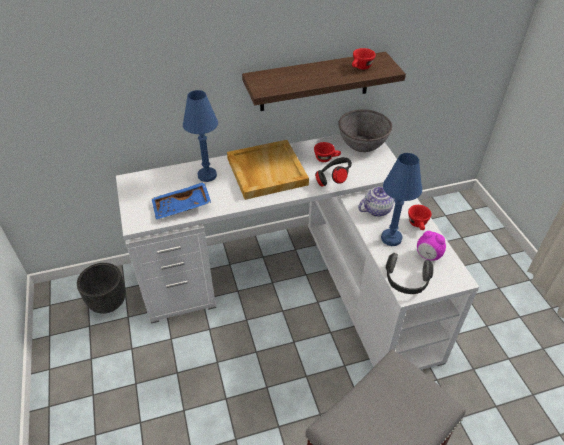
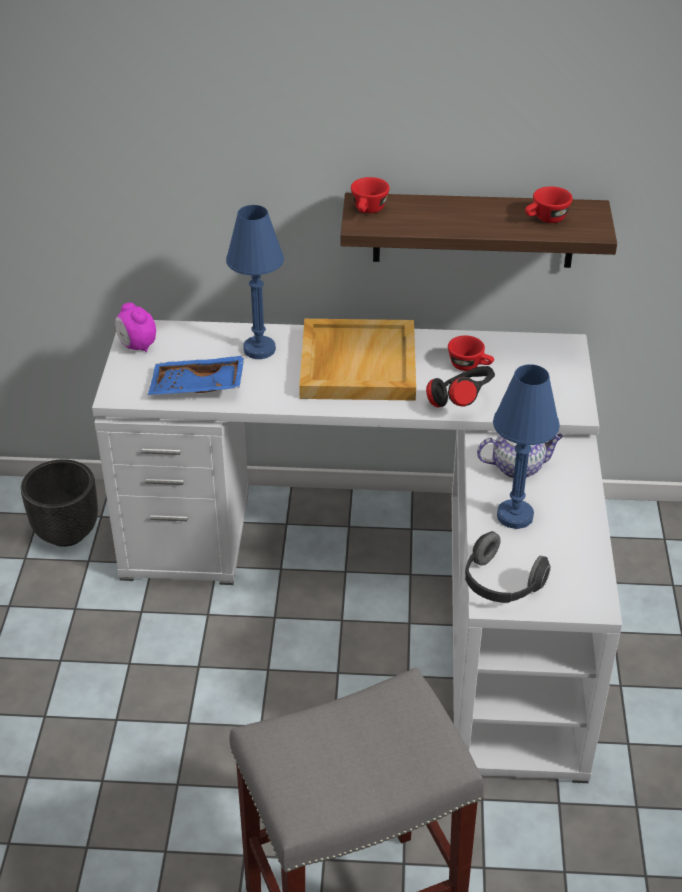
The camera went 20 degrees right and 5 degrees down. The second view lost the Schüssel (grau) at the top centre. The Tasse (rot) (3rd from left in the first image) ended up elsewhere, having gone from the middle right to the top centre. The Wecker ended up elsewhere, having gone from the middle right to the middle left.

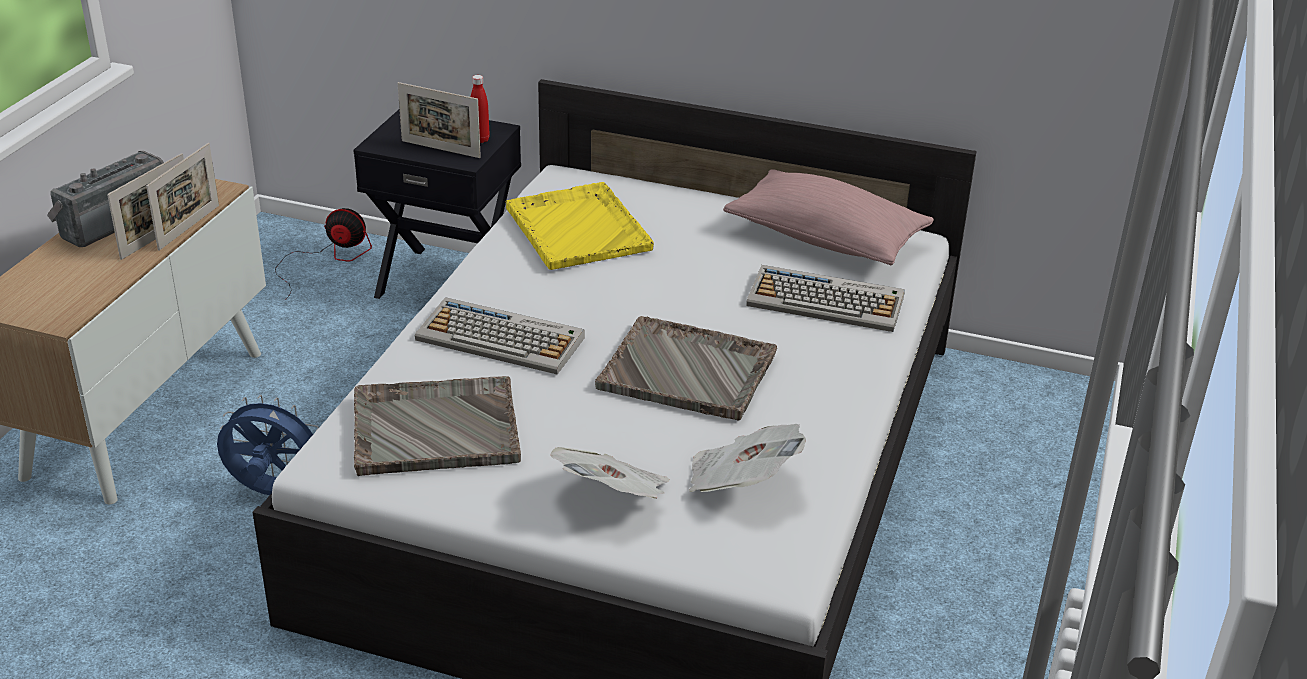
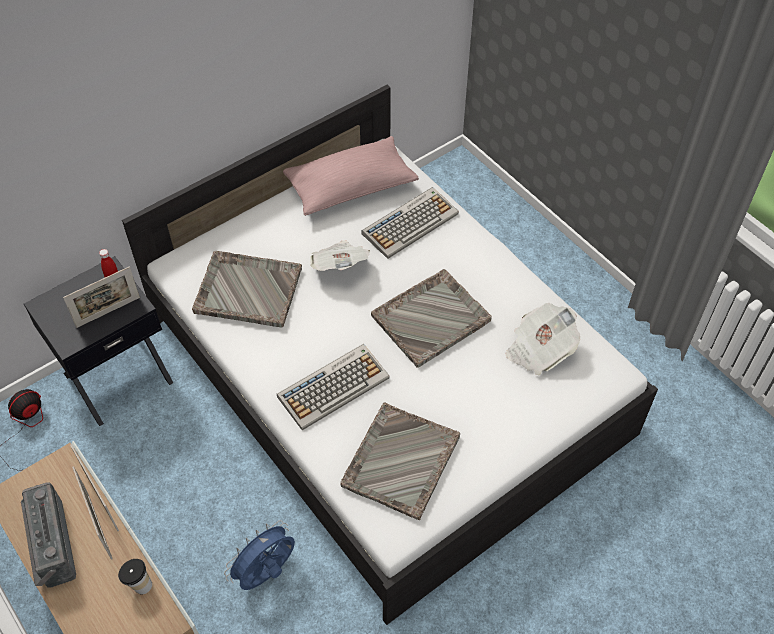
The camera went 55 degrees left and 20 degrees up. What was the Tablett (gelb) at the top centre turned into the Tablett (grau) (1st from left) at the middle left. The Zeitung (1st from left) ended up elsewhere, having gone from the bottom centre to the centre. The second view gained the Tasse at the bottom left.

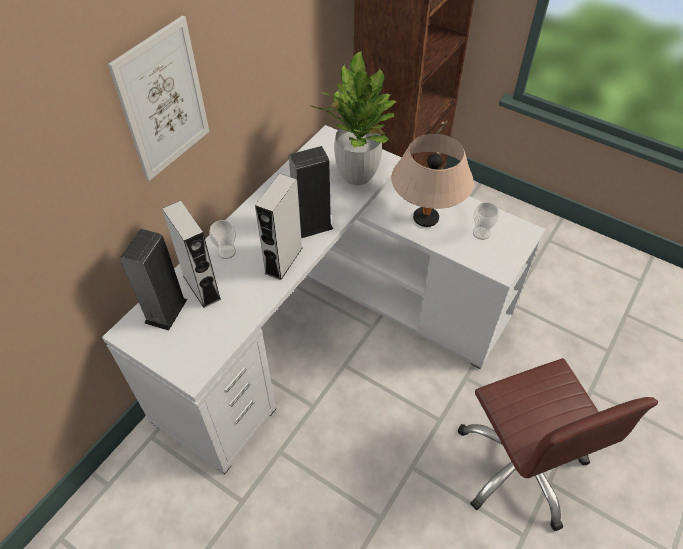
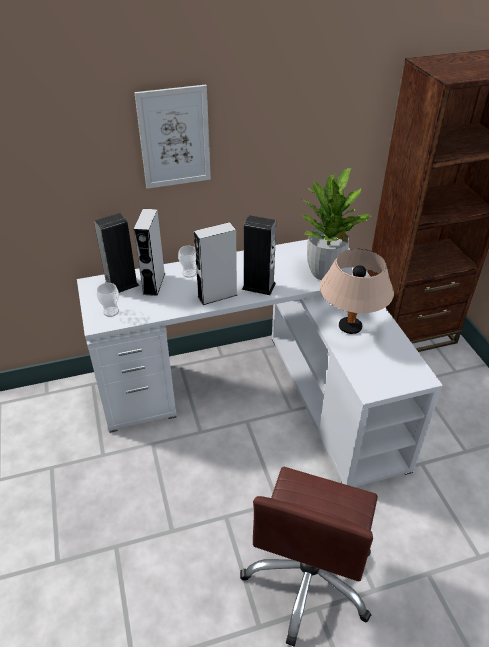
The camera went 40 degrees right and 10 degrees down. The Tasse (2nd from left in the first image) ended up elsewhere, having gone from the middle right to the middle left.

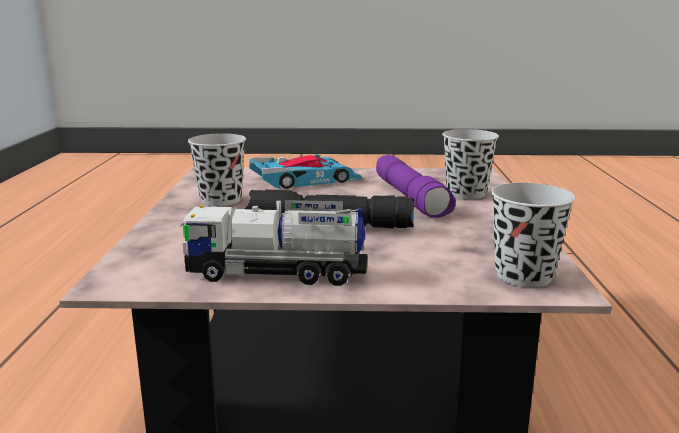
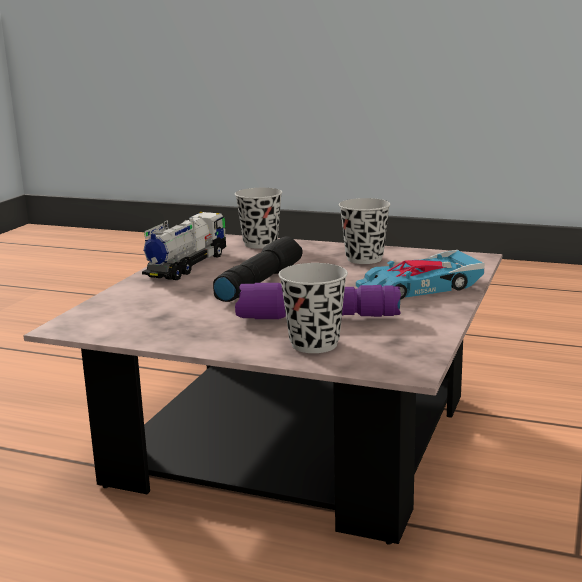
The camera went 110 degrees right and 0 degrees up. The Spielzeugauto at the centre ended up facing another way, 75 degrees clockwise from before. The Tasse (schwarz) (3rd from left in the first image) ended up elsewhere, having gone from the middle right to the centre.

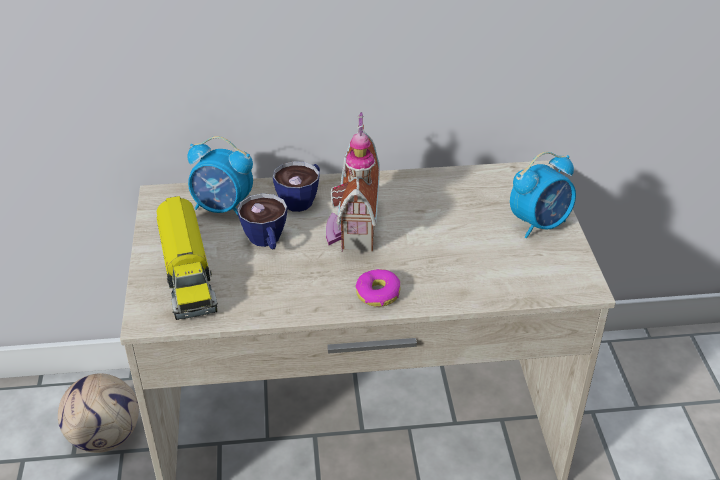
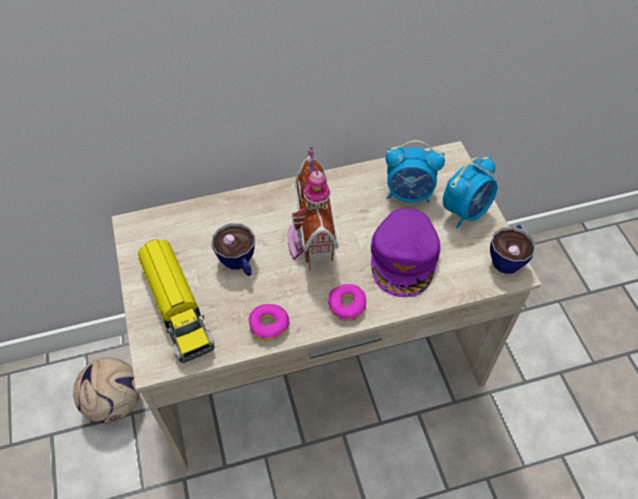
The camera went 10 degrees left and 15 degrees up. The Wecker (1st from left) ended up elsewhere, having gone from the middle left to the centre. The Tasse (2nd from left) ended up elsewhere, having gone from the centre to the middle right. The second view gained the Kappe (lila) at the centre. The second view gained the Donut (1st from left) at the centre.

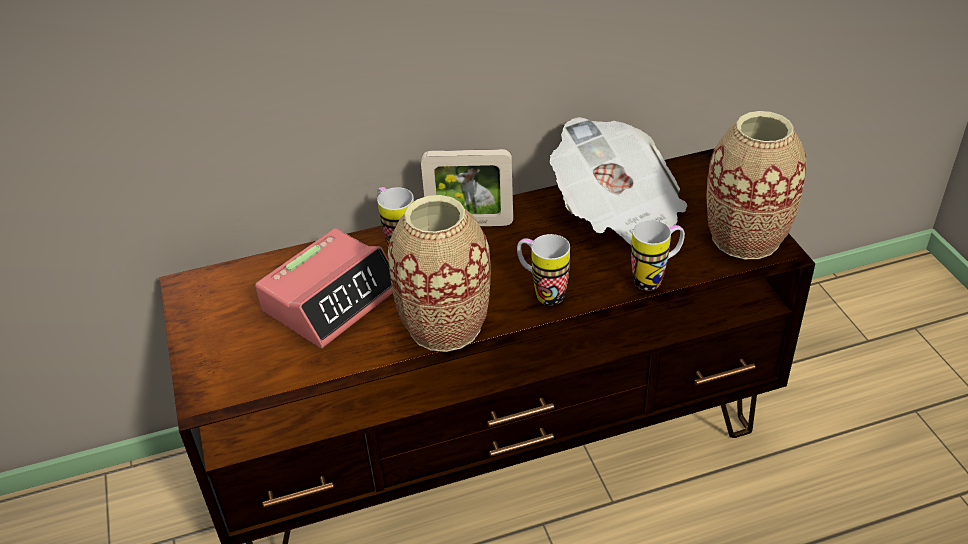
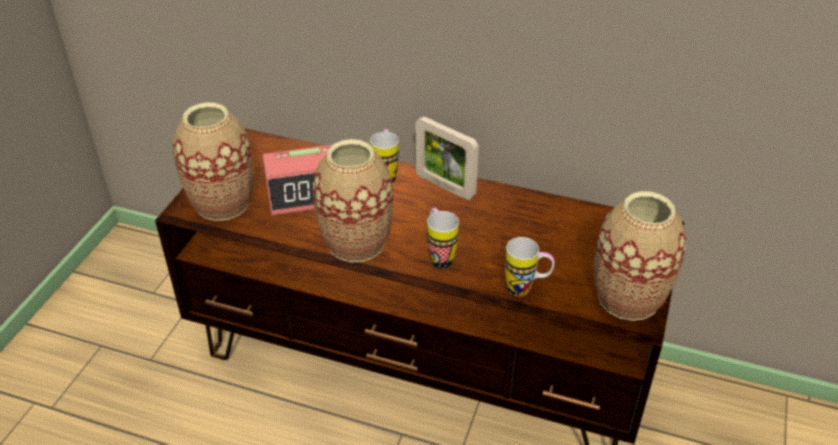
The camera went 35 degrees right and 0 degrees up. The second view lost the Zeitung at the top centre. The second view gained the Vase (1st from left) at the middle left.

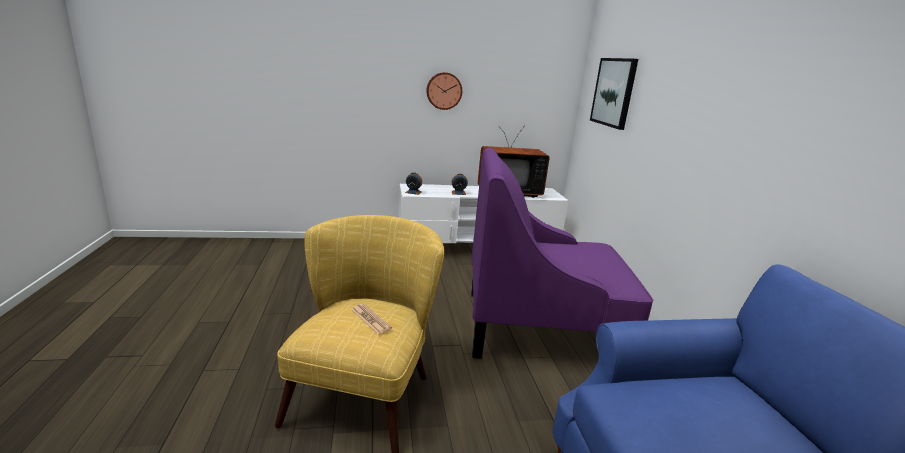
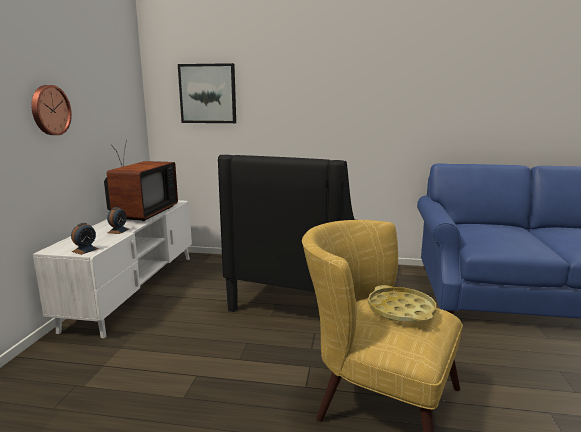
The camera went 70 degrees left and 5 degrees down. What was the Sessel (lila) at the centre turned into the Sessel (schwarz) at the centre. Where the Zeitung stood at the bottom centre, the Tablett (gelb) came to stand at the bottom right.

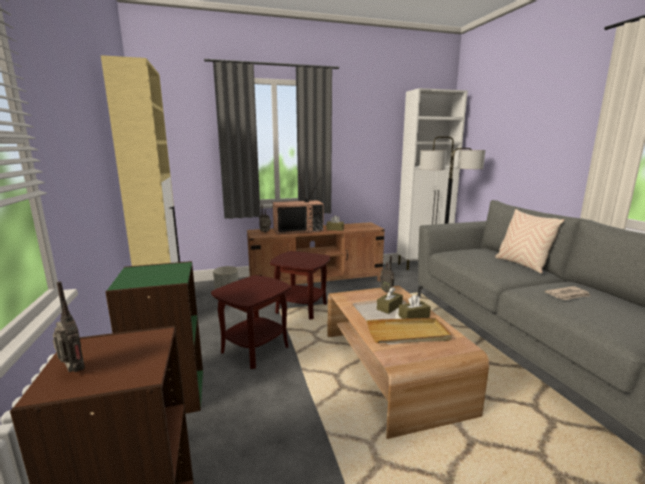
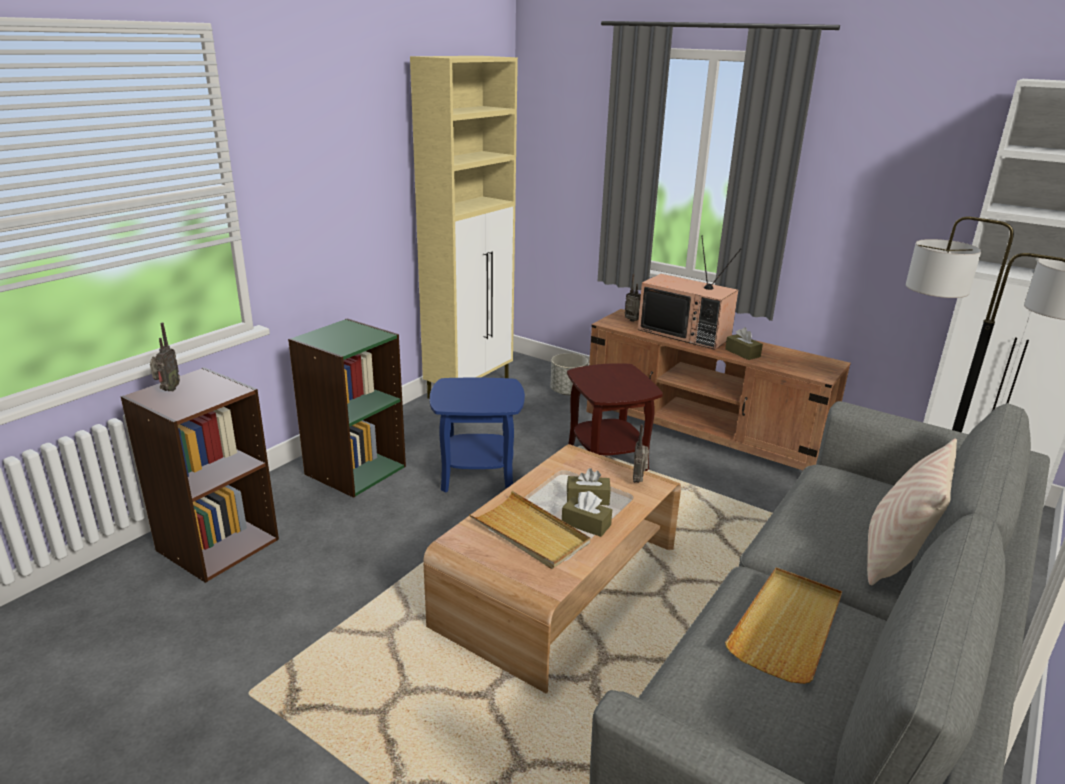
The camera went 50 degrees right and 10 degrees up. What was the Beistelltisch (braun) (1st from left) at the centre turned into the Beistelltisch (blau) at the centre. Where the Zeitung stood at the middle right, the Tablett (beige) (2nd from left) came to stand at the bottom right.

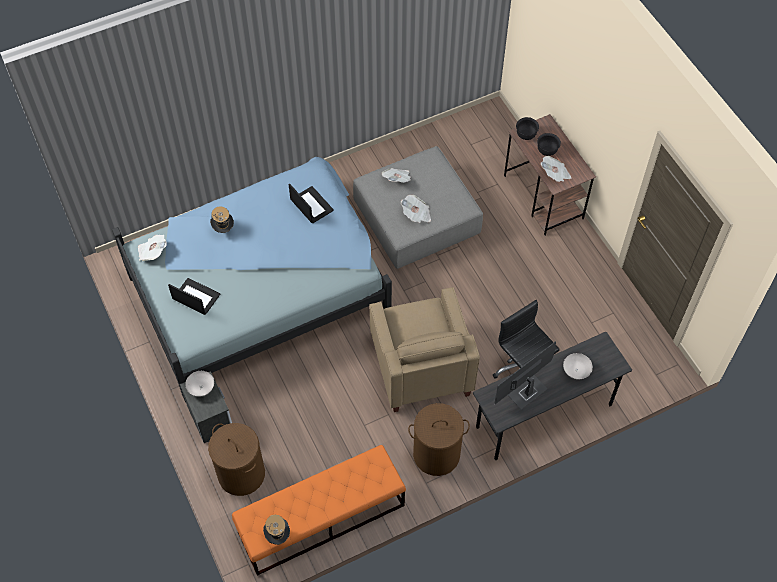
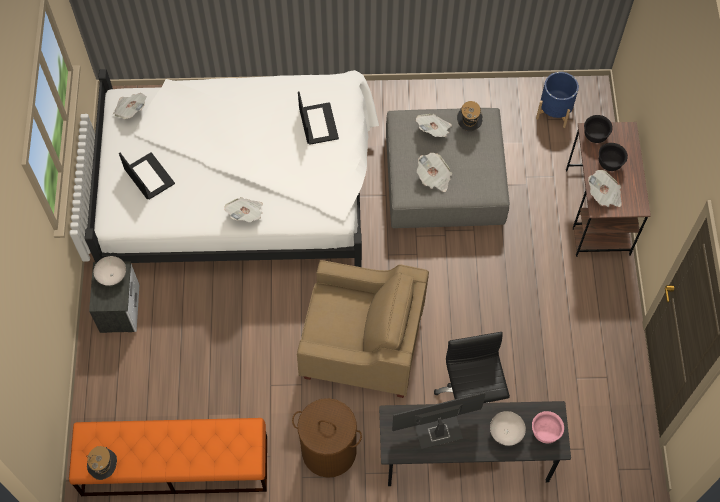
The camera went 25 degrees right and 5 degrees up. What was the Bett (blau) at the middle left turned into the Bett (weiß) at the middle left. The Hut (1st from left in the first image) ended up elsewhere, having gone from the middle left to the top centre. The Sessel (beige) at the centre ended up facing another way, 90 degrees counterclockwise from before. The second view lost the Wäschekorb (braun) (1st from left) at the bottom left. The second view gained the Pflanzkübel (blau) at the top right. The second view gained the Zeitung (2nd from left) at the centre. The second view gained the Schüssel (rosa) at the bottom right.

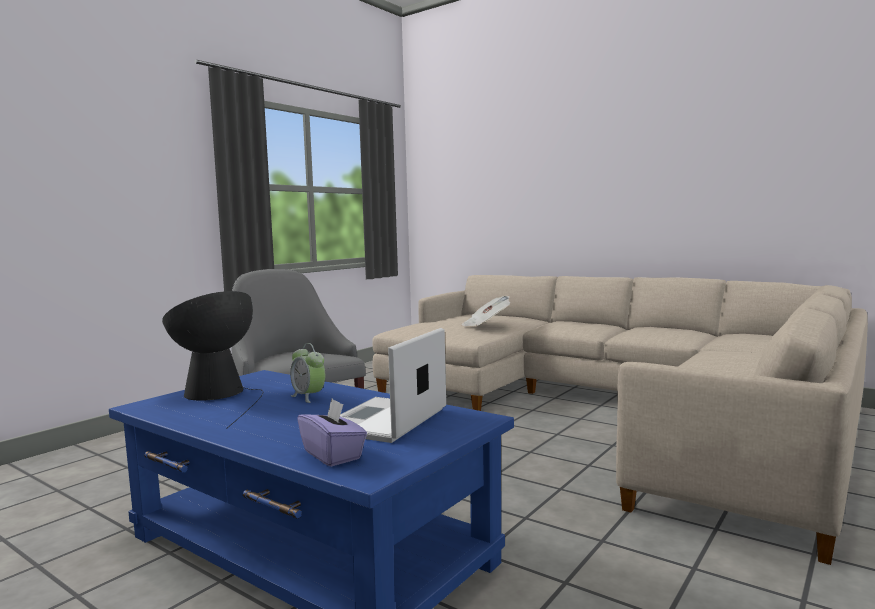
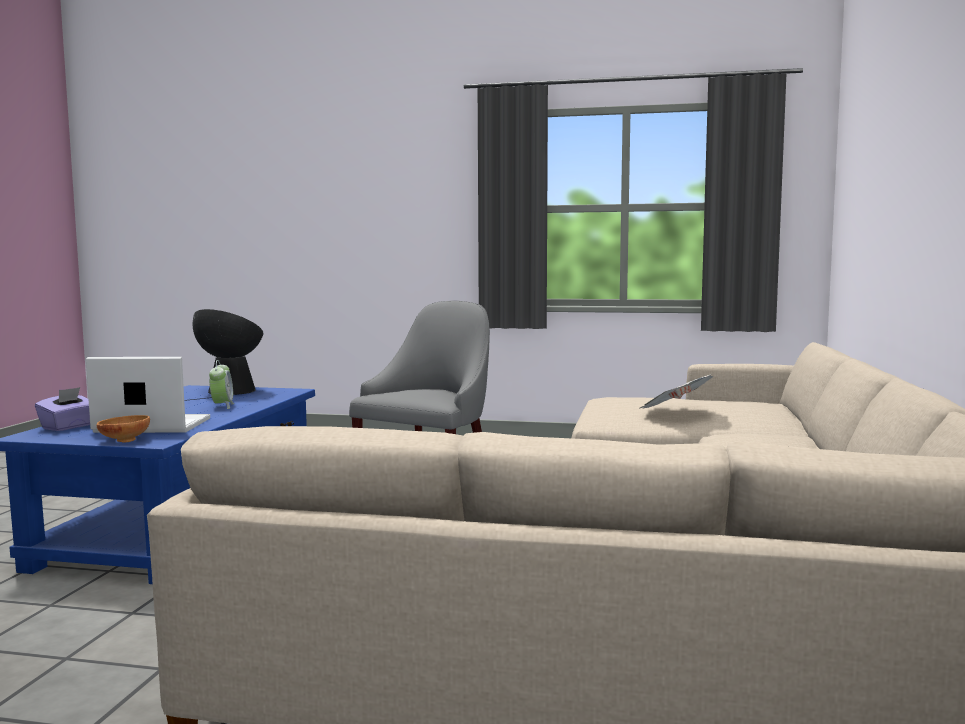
The camera went 65 degrees right and 0 degrees up. The Wecker at the centre ended up facing another way, 150 degrees clockwise from before. The second view gained the Schüssel (braun) at the middle left.

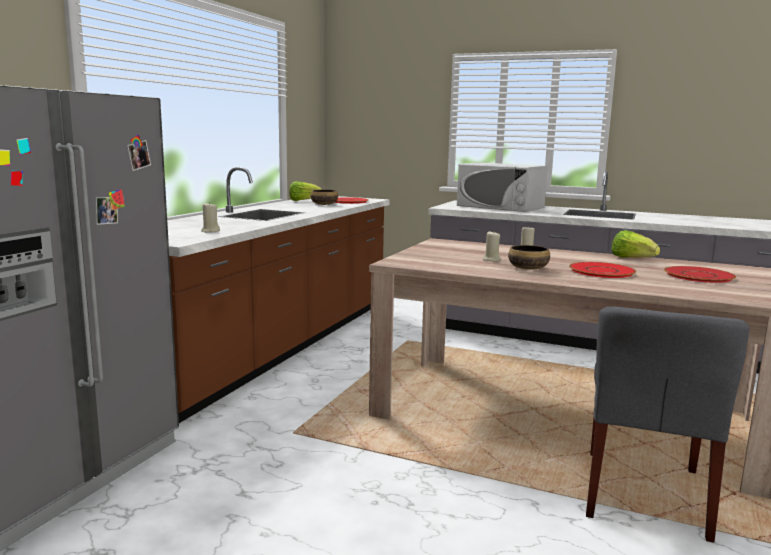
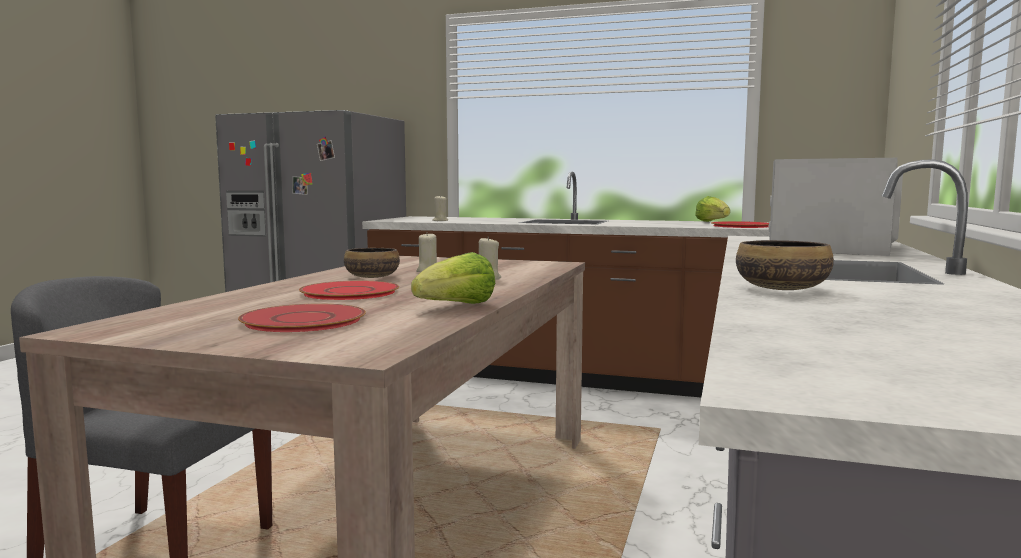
The camera went 85 degrees right and 5 degrees down. The Schüssel (1st from left in the first image) ended up elsewhere, having gone from the centre to the middle right.

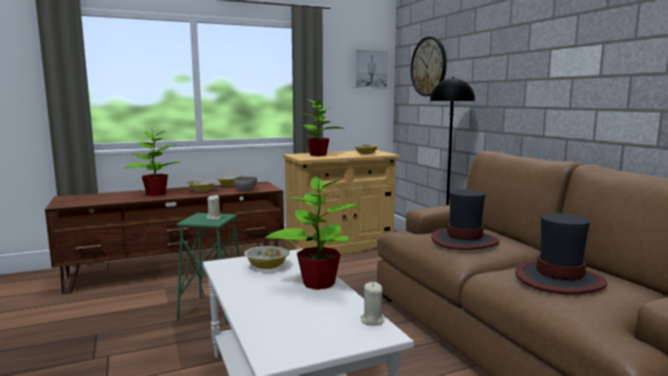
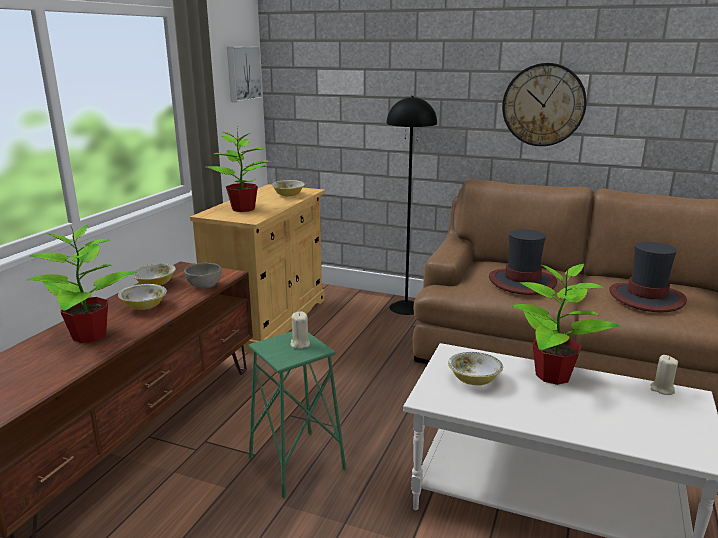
The camera went 45 degrees left and 10 degrees up. The Wanduhr ended up elsewhere, having gone from the top centre to the top right.

